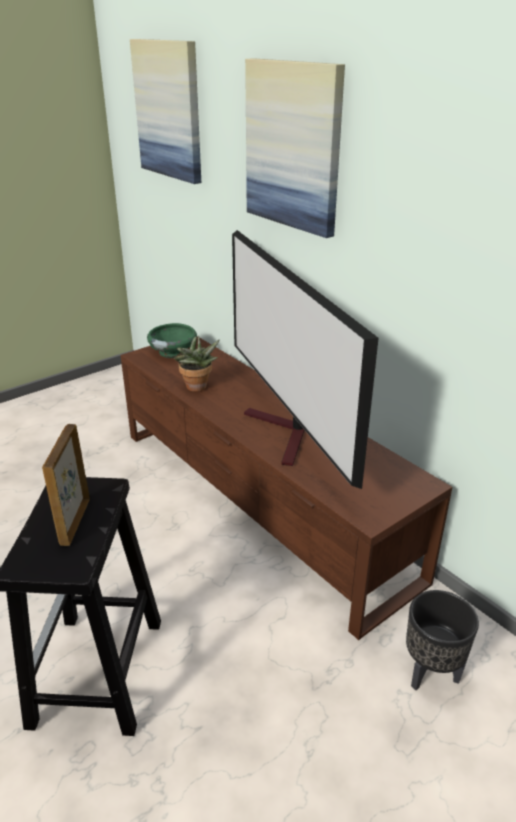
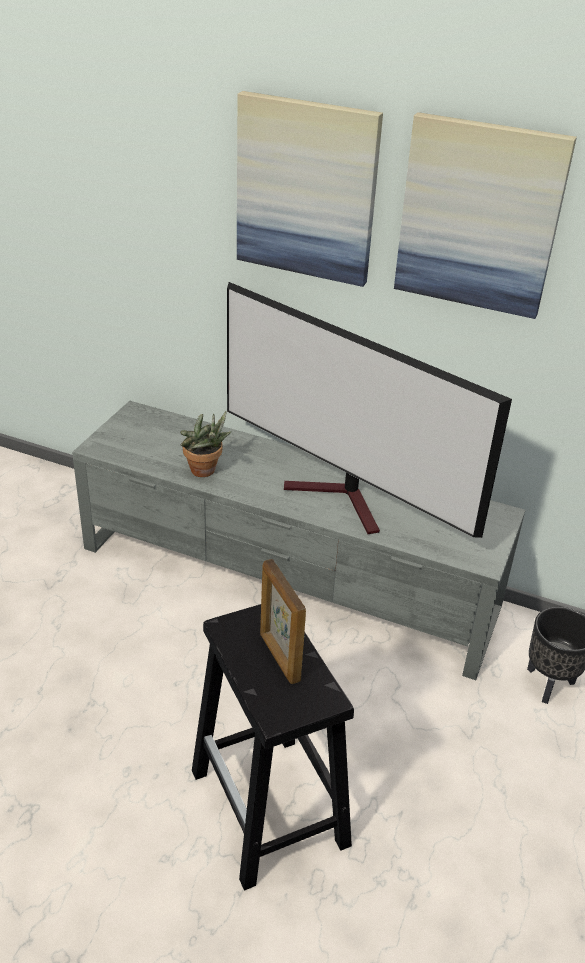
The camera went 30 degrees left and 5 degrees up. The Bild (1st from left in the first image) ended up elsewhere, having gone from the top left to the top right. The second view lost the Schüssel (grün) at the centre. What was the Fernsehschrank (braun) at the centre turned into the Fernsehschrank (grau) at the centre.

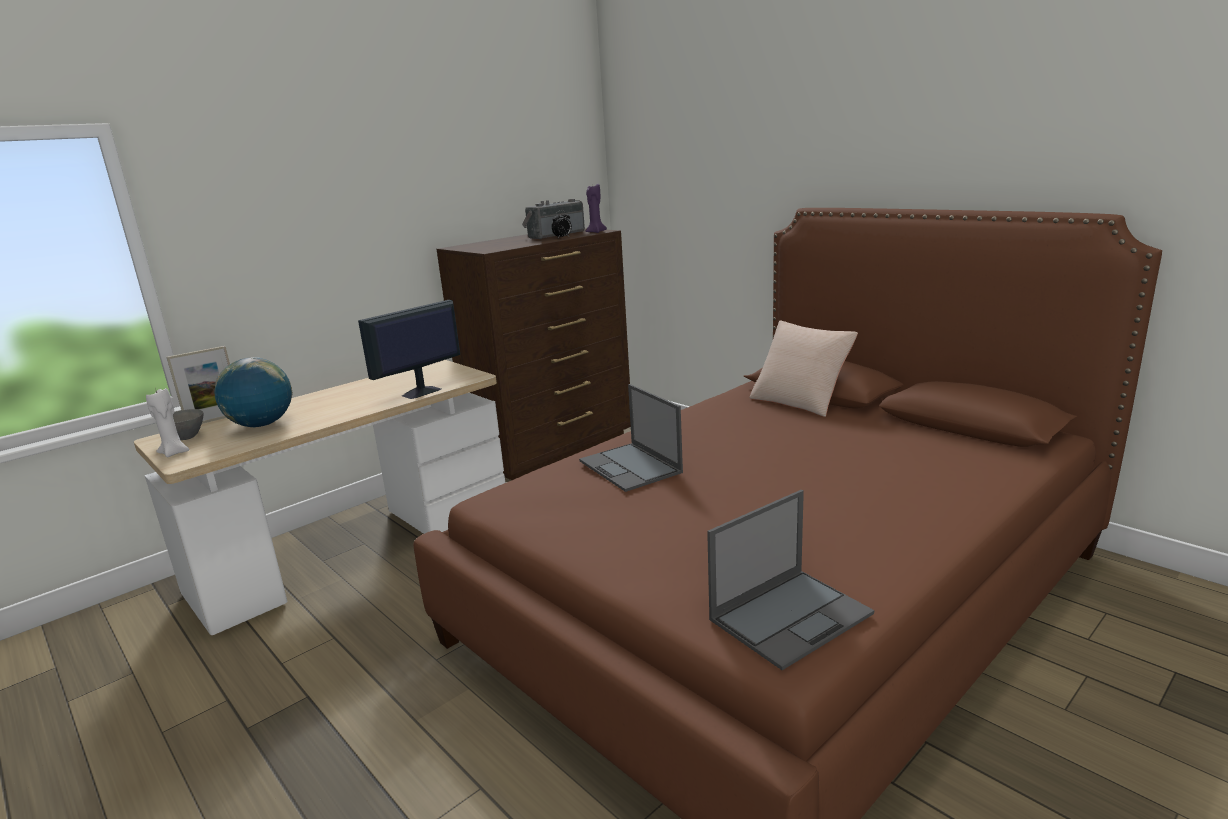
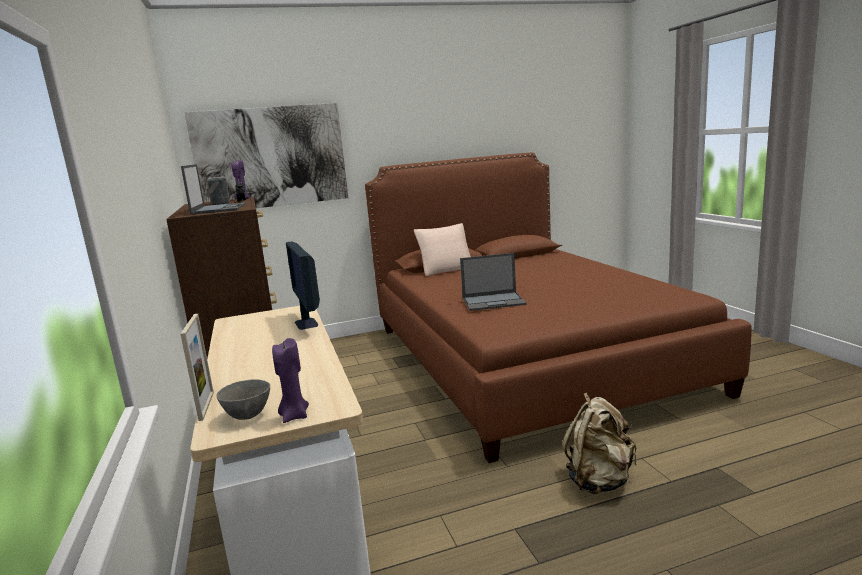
The camera went 65 degrees left and 5 degrees down. The second view lost the Globus at the middle left. What was the Kerze (weiß) at the middle left turned into the Kerze (lila) (2nd from left) at the centre. The Laptop (2nd from left in the first image) ended up elsewhere, having gone from the bottom centre to the top left. The second view gained the Bild at the top left. The second view gained the Rucksack (beige) at the bottom right.

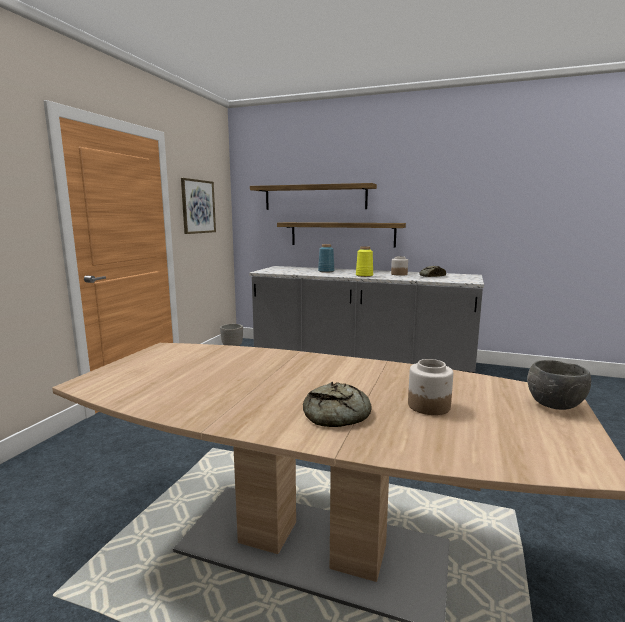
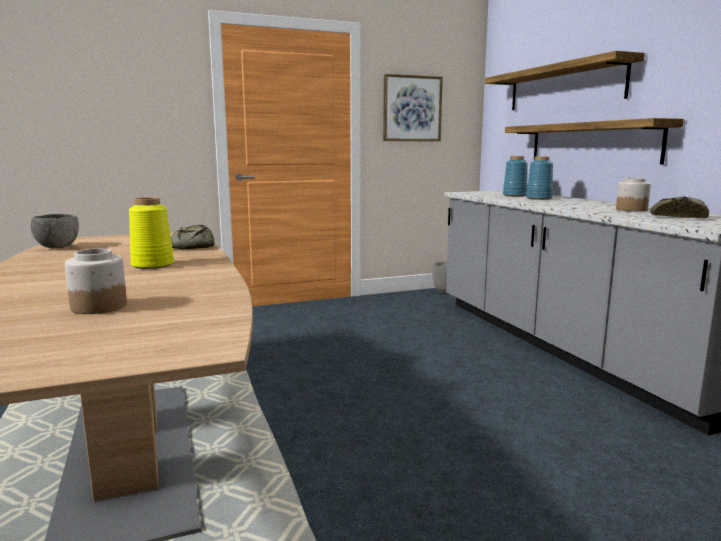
The camera went 50 degrees right and 0 degrees up. The Vase (gelb) ended up elsewhere, having gone from the centre to the middle left. The Schüssel (grau) ended up elsewhere, having gone from the middle right to the middle left. The Brot (1st from left) ended up elsewhere, having gone from the centre to the middle left. The second view gained the Vase (blau) (1st from left) at the top right.

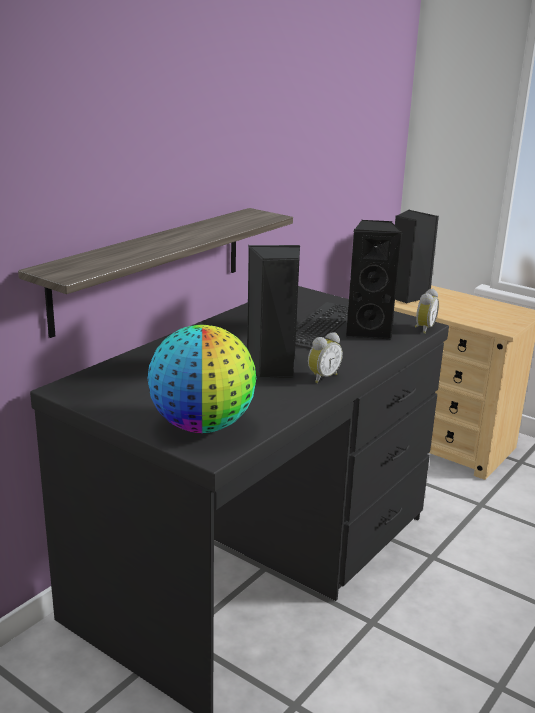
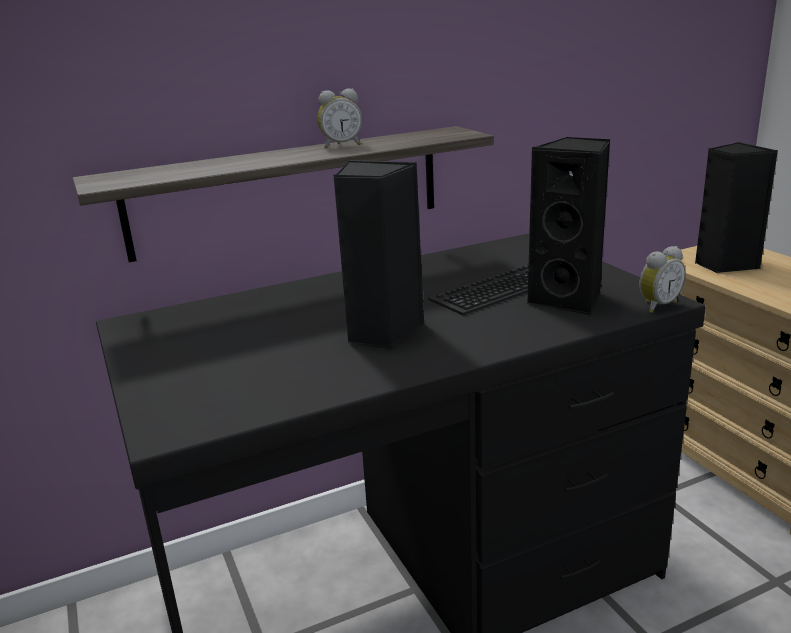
The camera went 30 degrees right and 0 degrees up. The second view lost the Globus at the centre. The Wecker (1st from left) ended up elsewhere, having gone from the centre to the top centre.

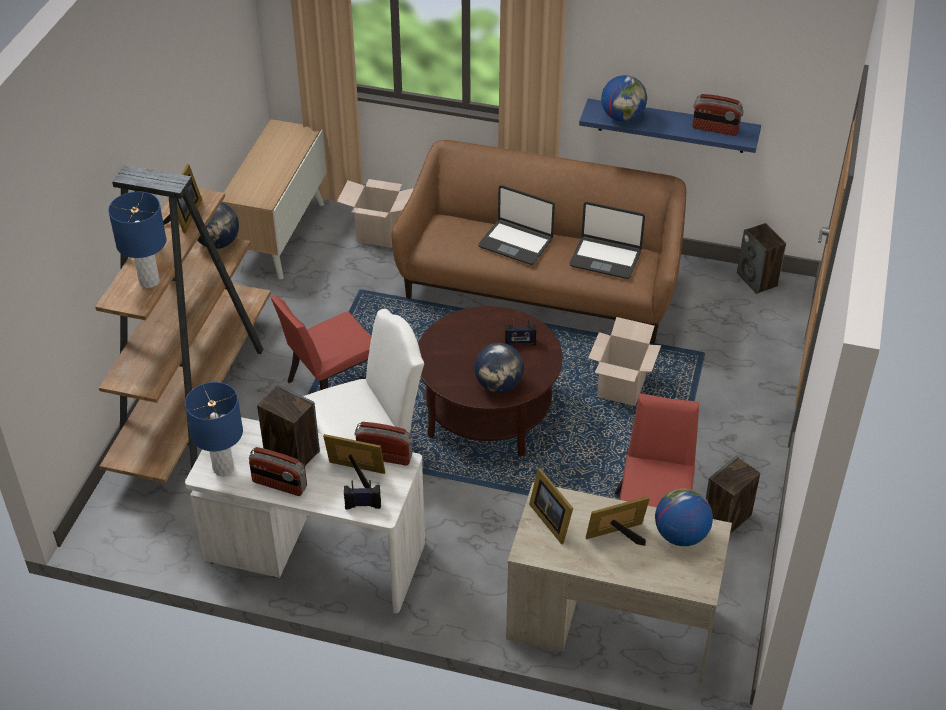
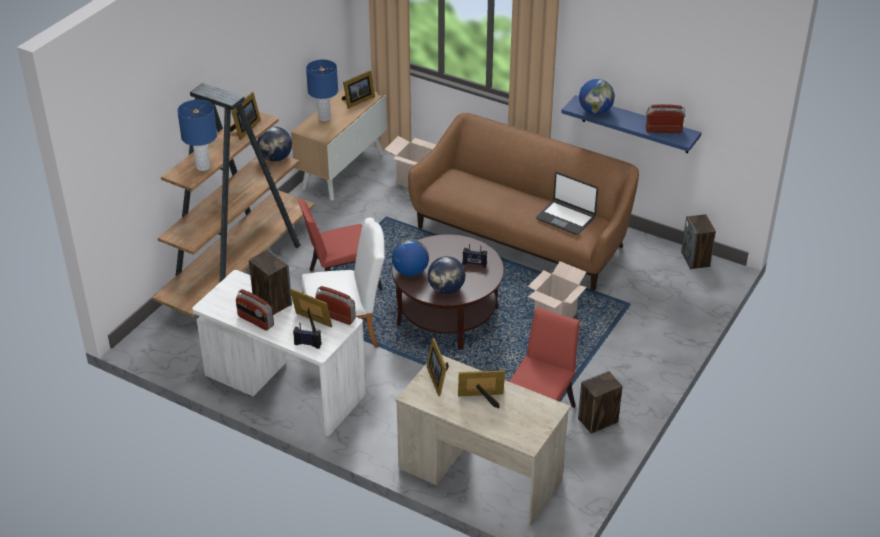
The camera went 15 degrees right and 5 degrees down. The Radio (5th from left) at the top right ended up facing another way, 150 degrees clockwise from before. The second view lost the Laptop (1st from left) at the top centre. The Tischlampe (blau) (2nd from left) ended up elsewhere, having gone from the middle left to the top centre. The Globus (4th from left in the first image) ended up elsewhere, having gone from the bottom right to the centre. The second view gained the Bilderrahmen (3rd from left) at the top centre.

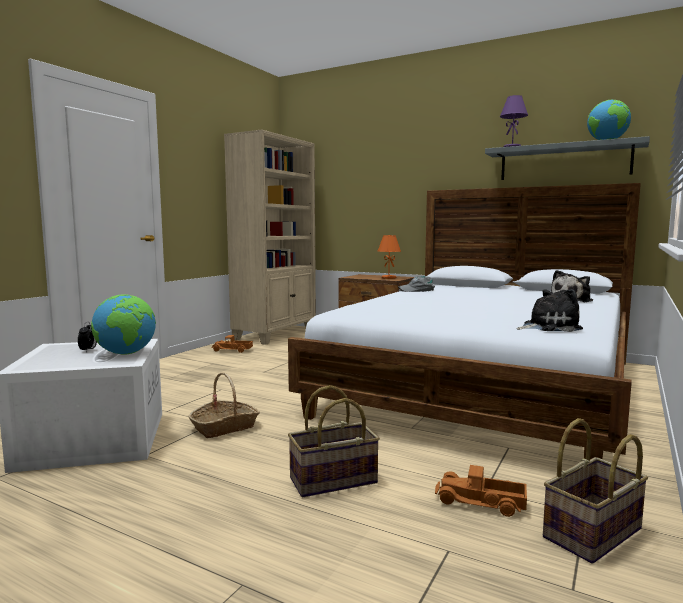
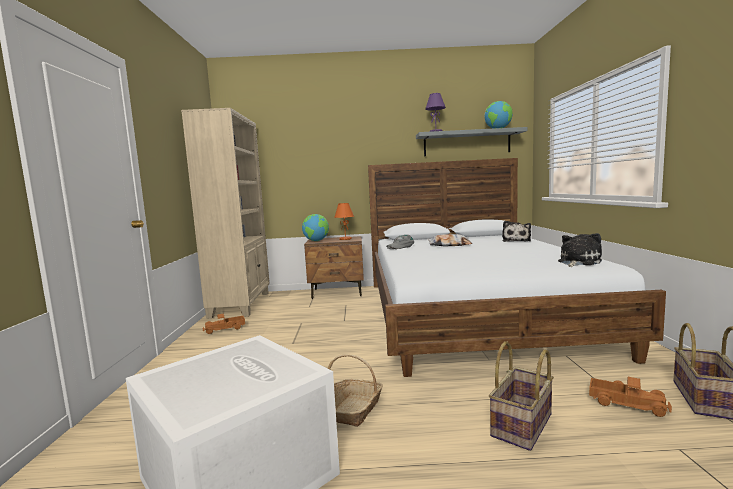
The camera went 30 degrees left and 0 degrees up. The Globus (1st from left) ended up elsewhere, having gone from the middle left to the centre. The second view lost the Wecker at the middle left. The Spielzeuglaster (2nd from left) at the bottom right ended up facing another way, 135 degrees counterclockwise from before. The second view gained the Kissen at the centre.

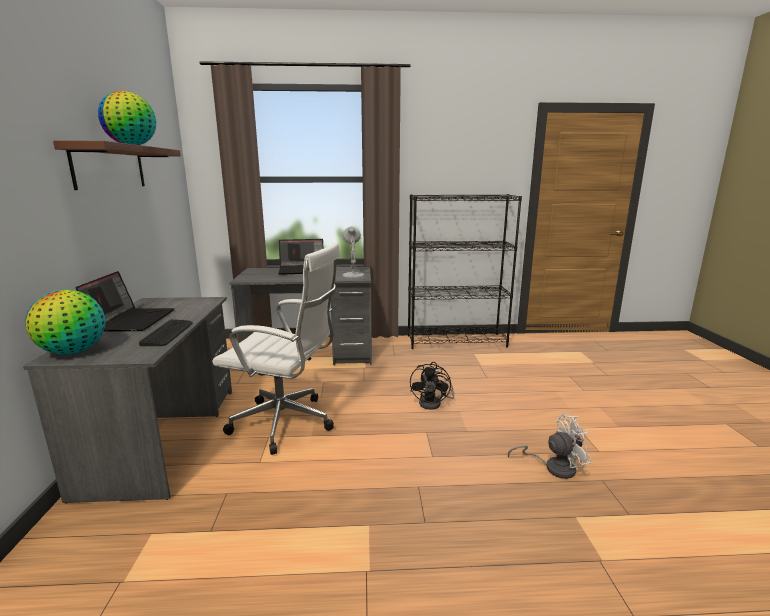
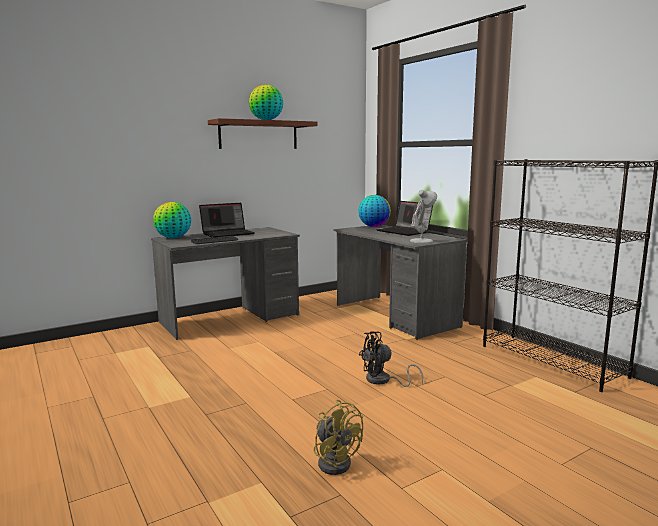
The camera went 60 degrees right and 5 degrees down. The second view lost the Bürostuhl (weiß) at the centre. What was the Ventilator (weiß) at the bottom right turned into the Ventilator (gelb) at the bottom centre. The second view gained the Globus (3rd from left) at the centre.

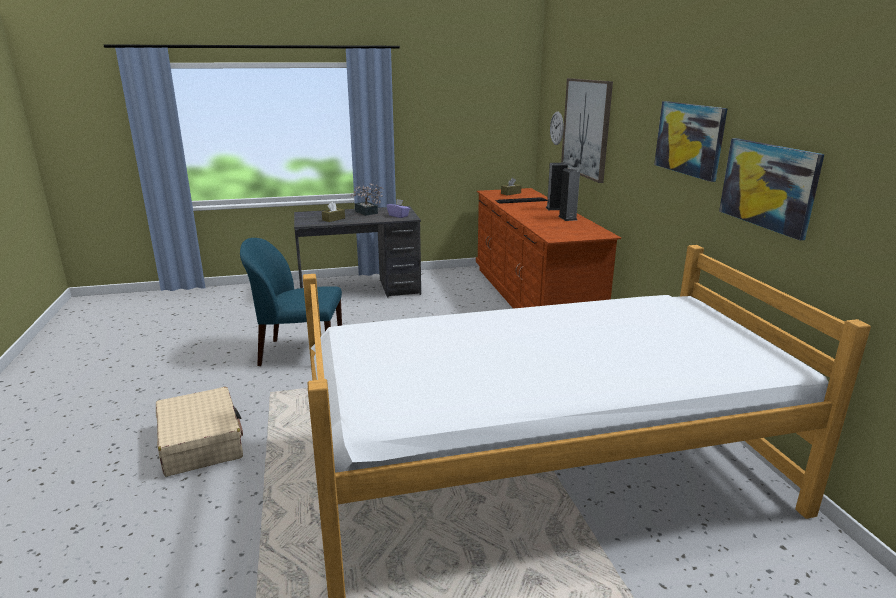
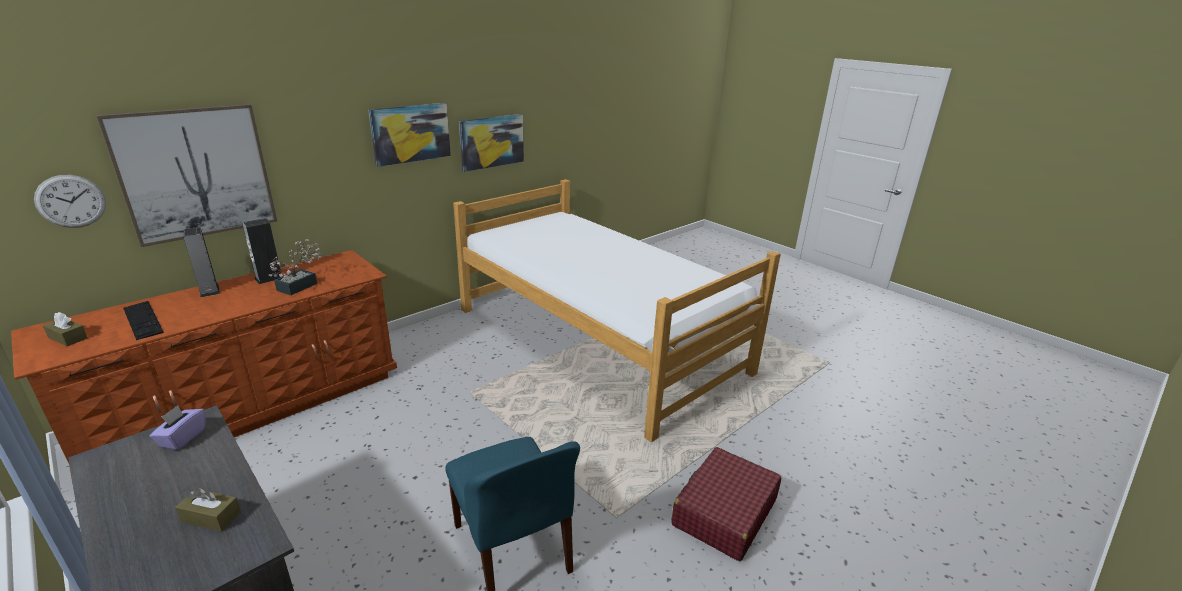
The camera went 120 degrees left and 5 degrees up. The Topfpflanze ended up elsewhere, having gone from the top centre to the middle left. What was the Koffer (beige) at the bottom left turned into the Koffer (rot) at the bottom centre.

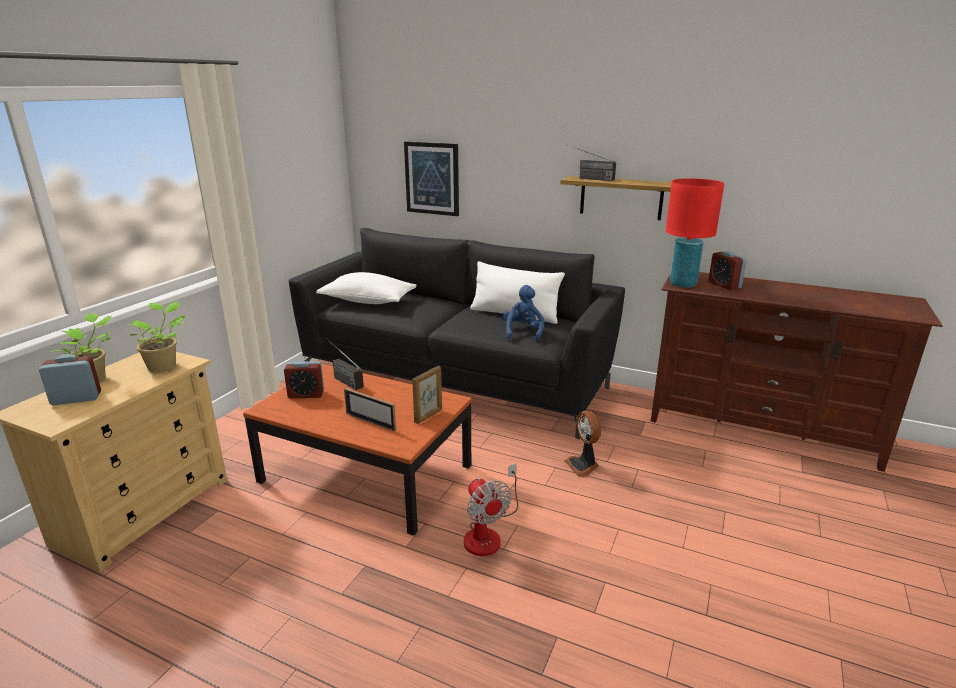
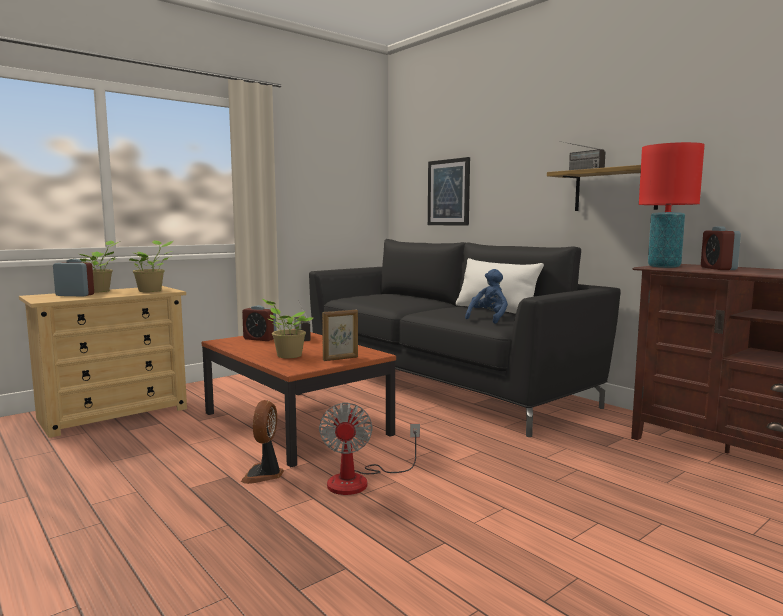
The camera went 25 degrees right and 15 degrees down. The second view lost the Kissen (weiß) (1st from left) at the centre. Where the Bilderrahmen (1st from left) stood at the centre, the Topfpflanze (3rd from left) came to stand at the centre. The Ventilator (2nd from left in the first image) ended up elsewhere, having gone from the centre to the bottom centre.

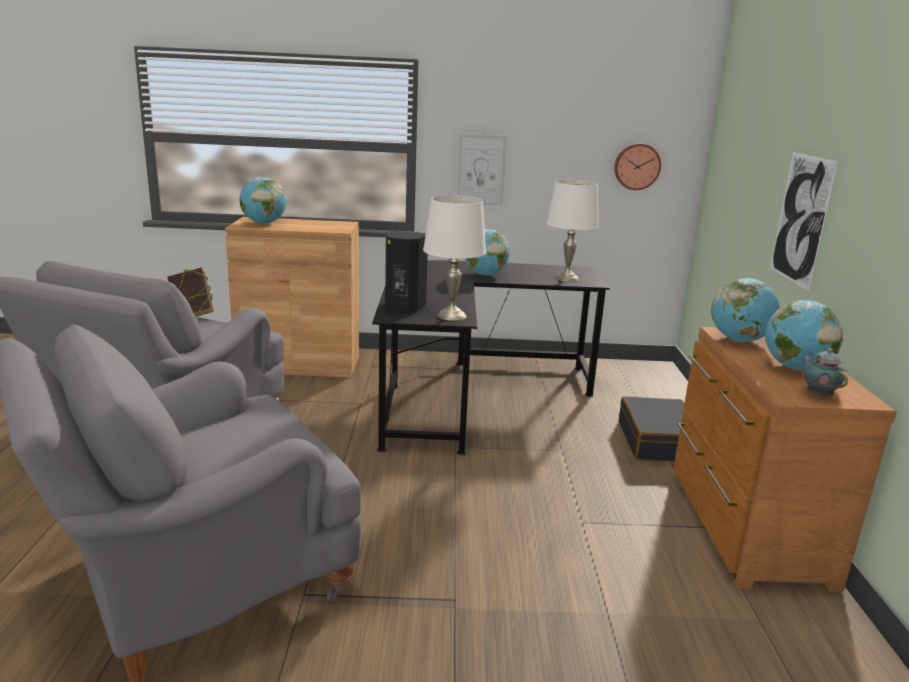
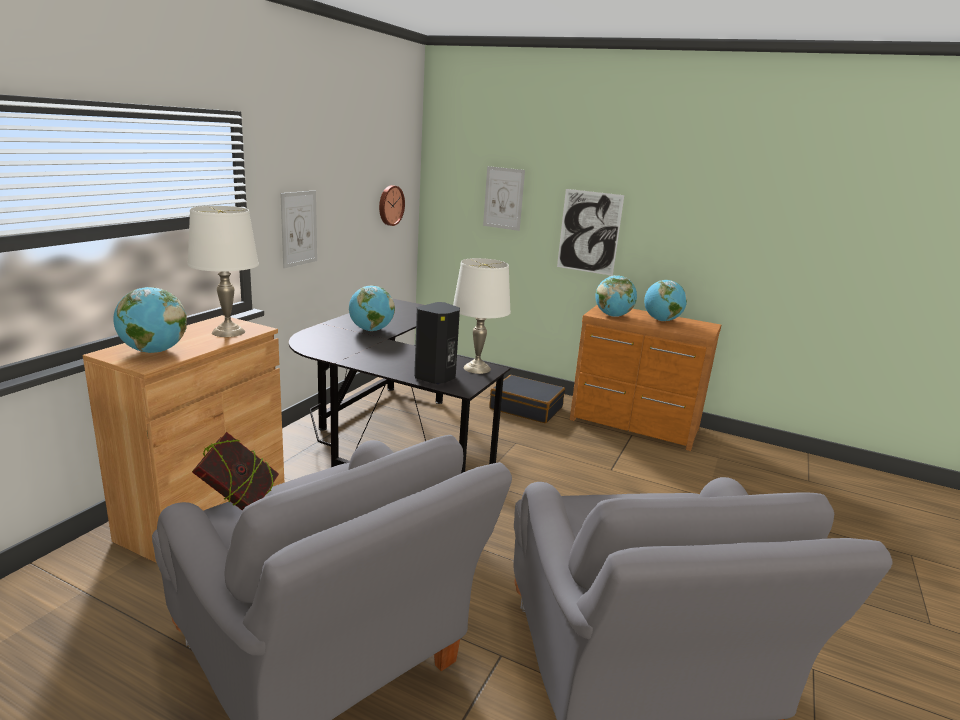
The camera went 65 degrees left and 0 degrees up. The Tischlampe (weiß) (2nd from left in the first image) ended up elsewhere, having gone from the centre to the middle left. The second view lost the Teekanne at the middle right. The second view gained the Bild (2nd from left) at the top centre.

